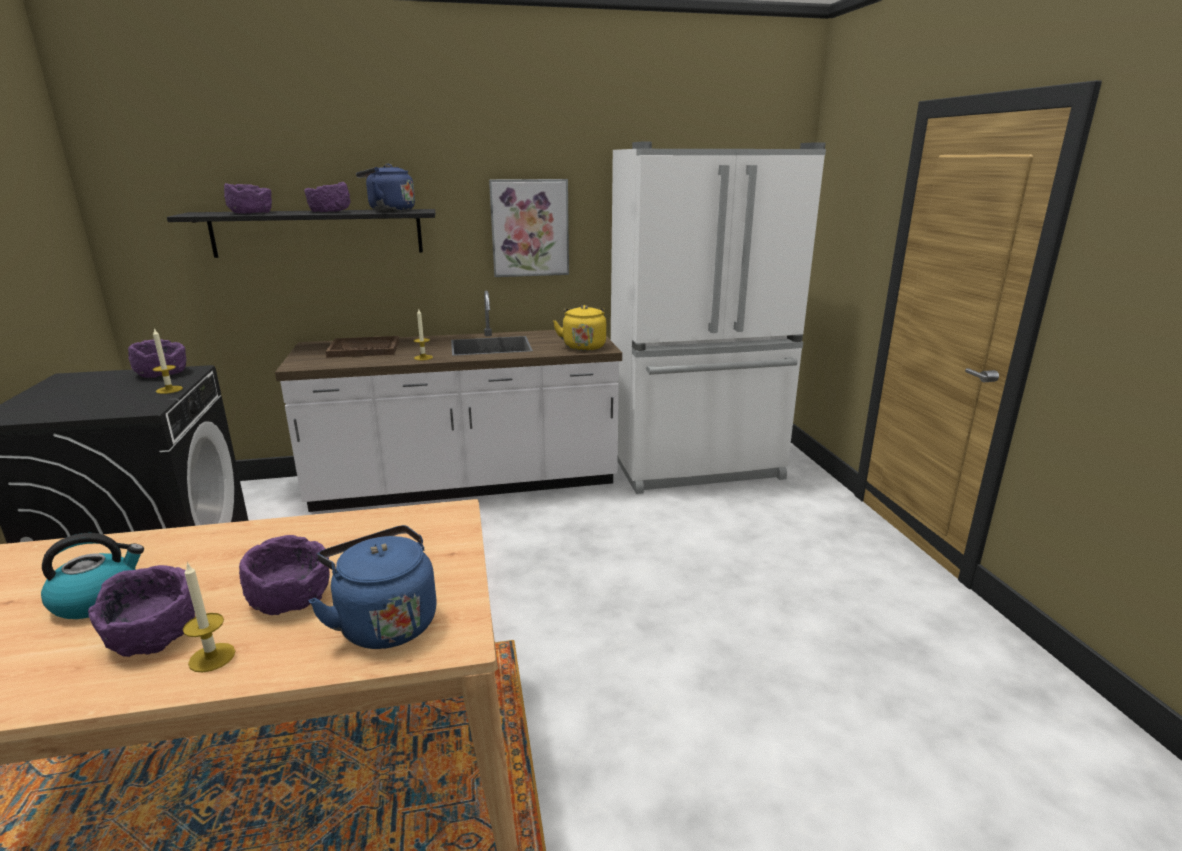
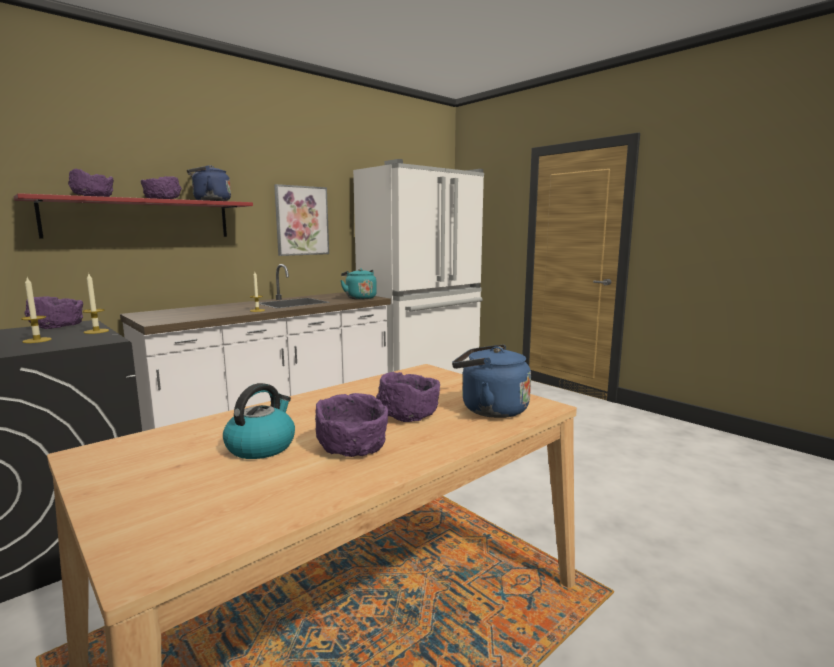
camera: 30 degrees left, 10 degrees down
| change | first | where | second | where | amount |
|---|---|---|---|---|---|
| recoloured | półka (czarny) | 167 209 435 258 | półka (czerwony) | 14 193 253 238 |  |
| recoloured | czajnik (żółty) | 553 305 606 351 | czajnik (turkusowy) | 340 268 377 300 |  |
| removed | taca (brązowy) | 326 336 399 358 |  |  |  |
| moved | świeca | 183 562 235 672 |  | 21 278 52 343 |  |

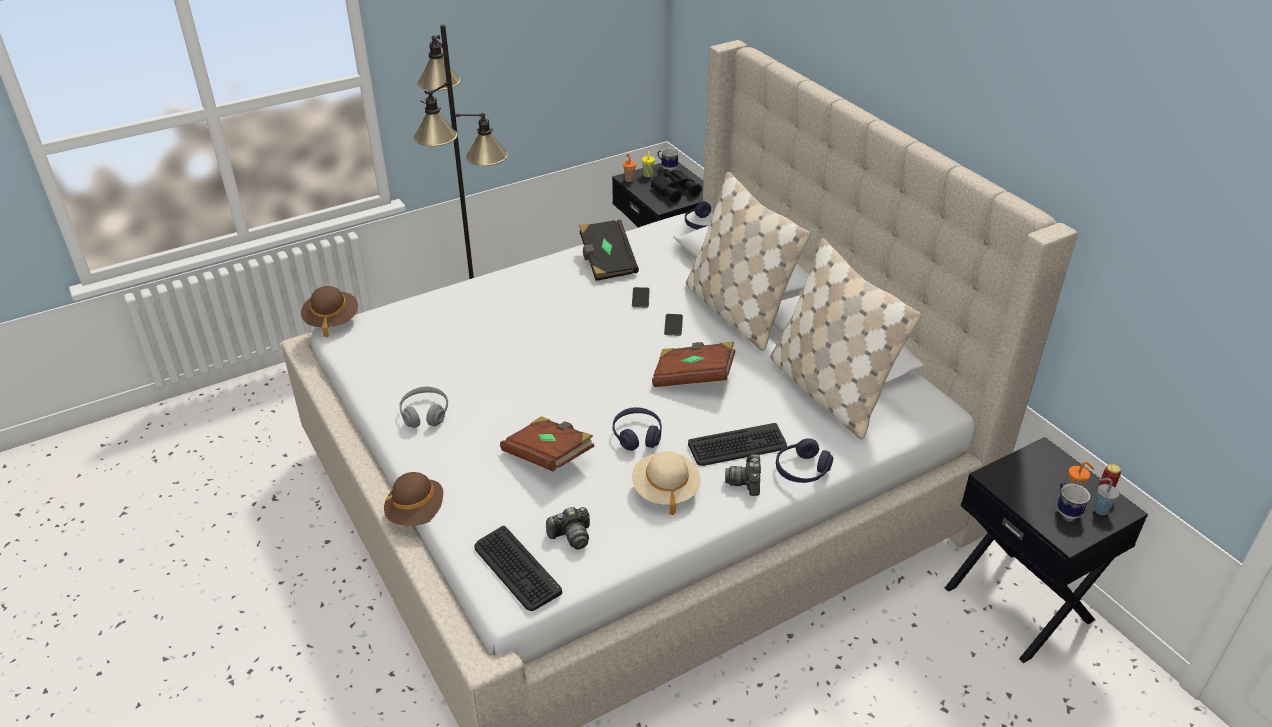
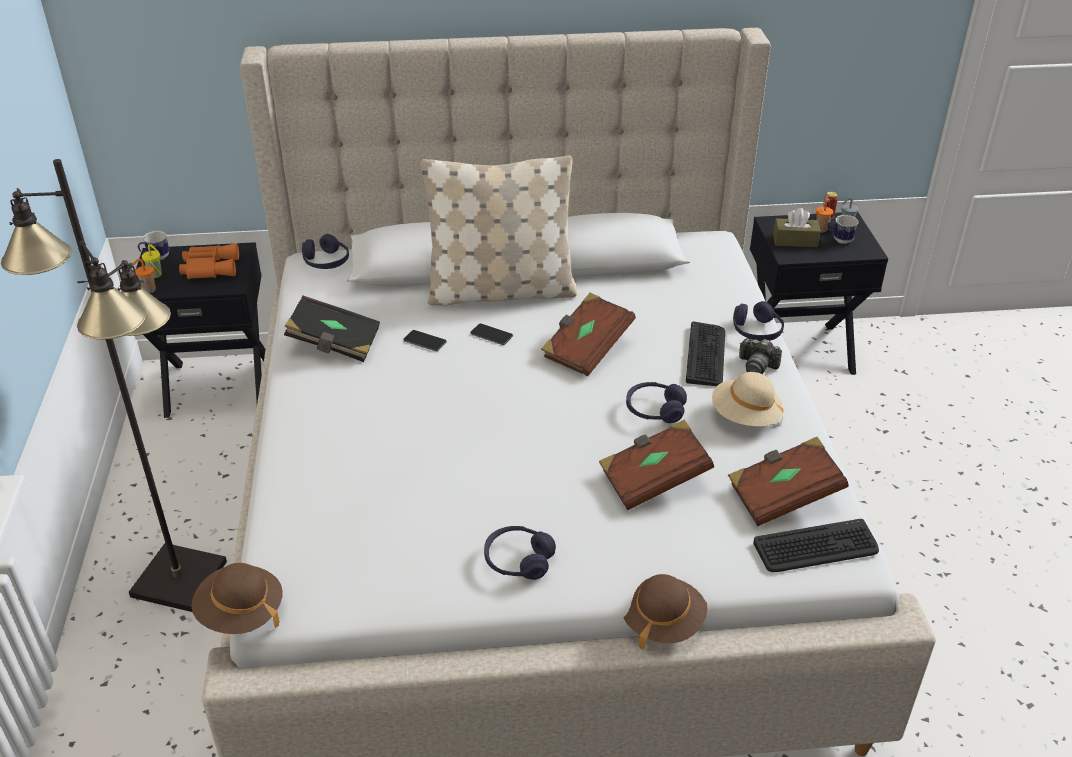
camera: 65 degrees left, 0 degrees up
| change | first | where | second | where | amount |
|---|---|---|---|---|---|
| recoloured | lornetka (czarny) | 651 169 702 203 | lornetka (pomarańczowy) | 179 243 239 279 |  |
| removed | poduszka (beżowy) | 770 239 921 440 |  |  |  |
| recoloured | słuchawki (szary) | 399 387 448 428 | słuchawki (fioletowy) | 484 526 556 580 |  |
| replaced | aparat fotograficzny | 546 507 590 550 | książka (brązowy) | 728 437 849 526 |  |
| added |  |  | pudełko chusteczek (brązowy) | 773 208 821 247 |  |

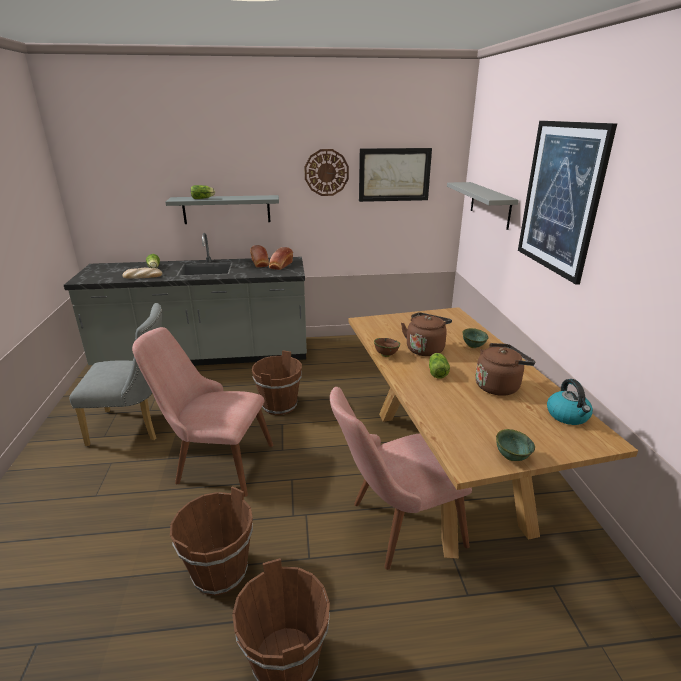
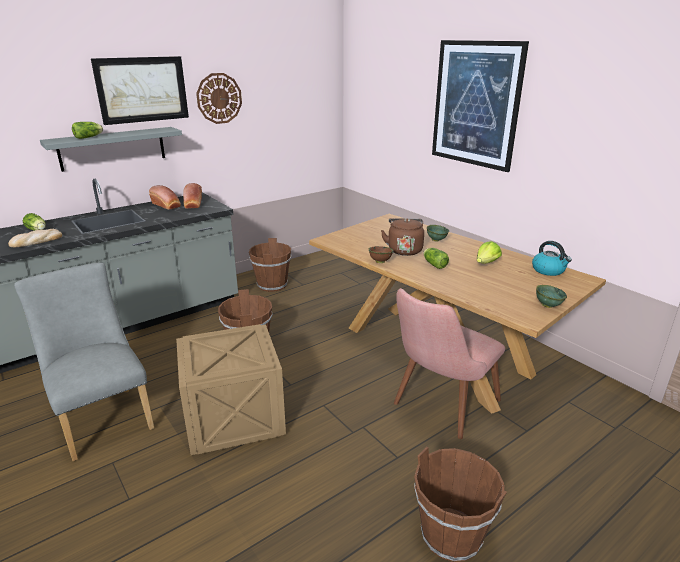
camera: 30 degrees left, 0 degrees up
| change | first | where | second | where | amount |
|---|---|---|---|---|---|
| moved | obraz | 359 148 432 202 |  | 91 56 189 125 |  |
| removed | półka (szary) | 447 182 519 230 |  |  |  |
| turned | krzesło (szary) | 69 303 162 446 |  | 14 263 154 461 | 90 degrees counterclockwise |
| replaced | krzesło (różowy) | 132 327 273 497 | skrzynka | 176 324 286 455 |  |
| replaced | czajnik (brązowy) | 475 343 535 396 | sałata | 477 241 502 264 |  |
| moved | wiadro (brązowy) | 170 486 253 595 |  | 249 238 292 292 |  |

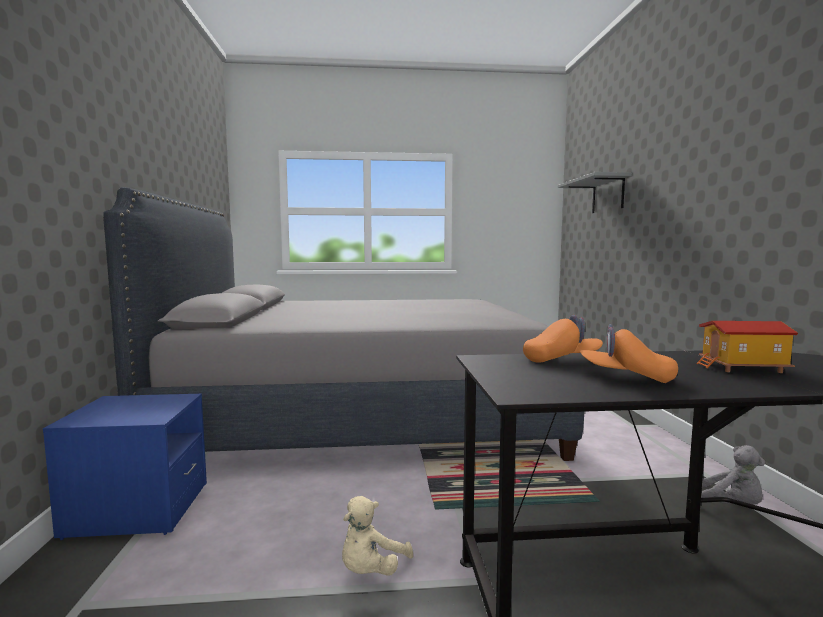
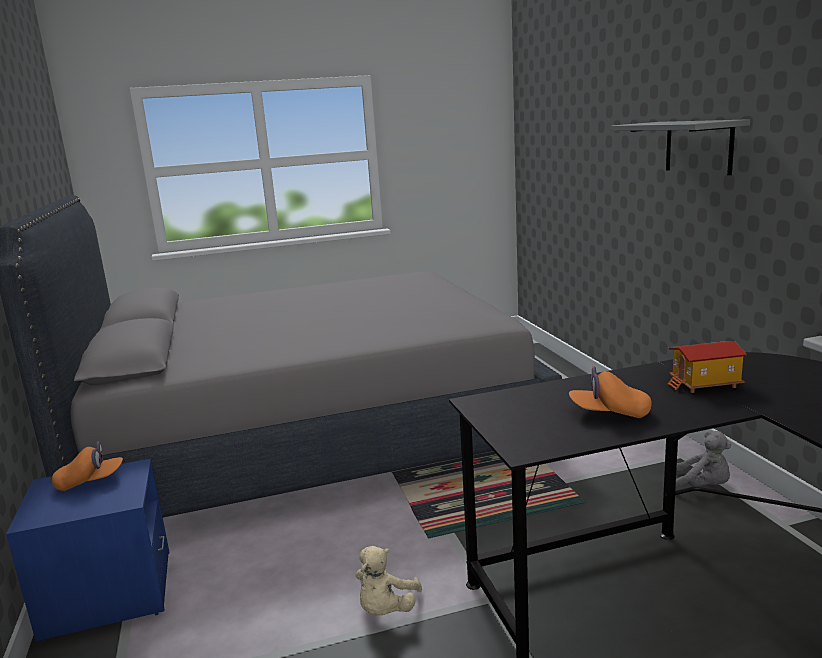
camera: 10 degrees left, 10 degrees up
| change | first | where | second | where | amount |
|---|---|---|---|---|---|
| moved | półka (szary) | 558 172 632 213 |  | 611 119 750 175 |  |
| moved | czapka z daszkiem (pomarańczowy) | 523 315 603 363 |  | 52 441 123 491 |  |

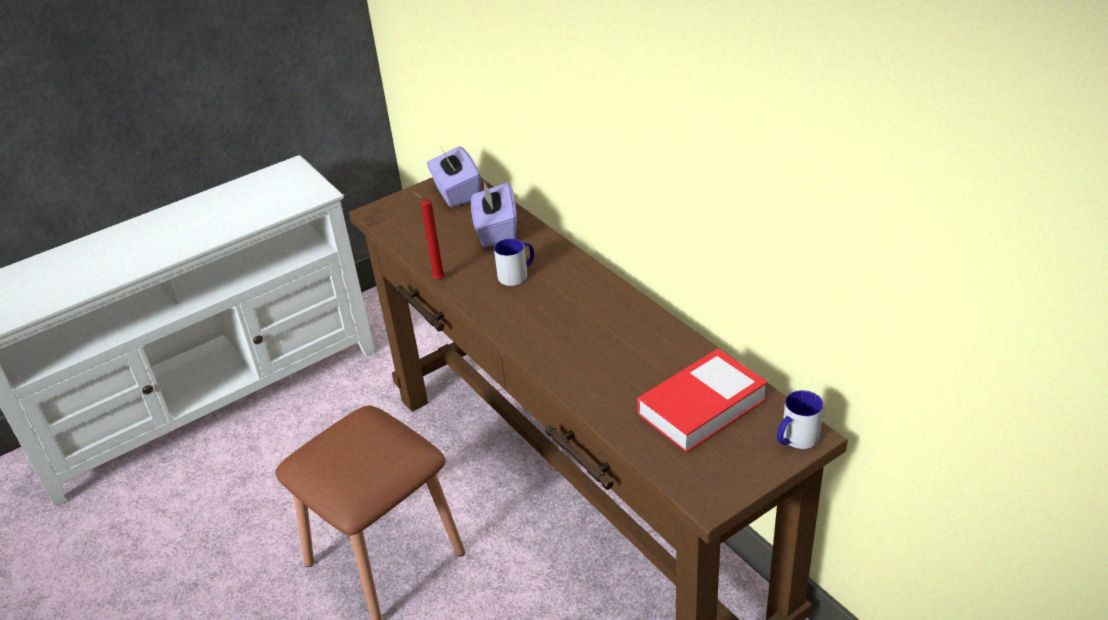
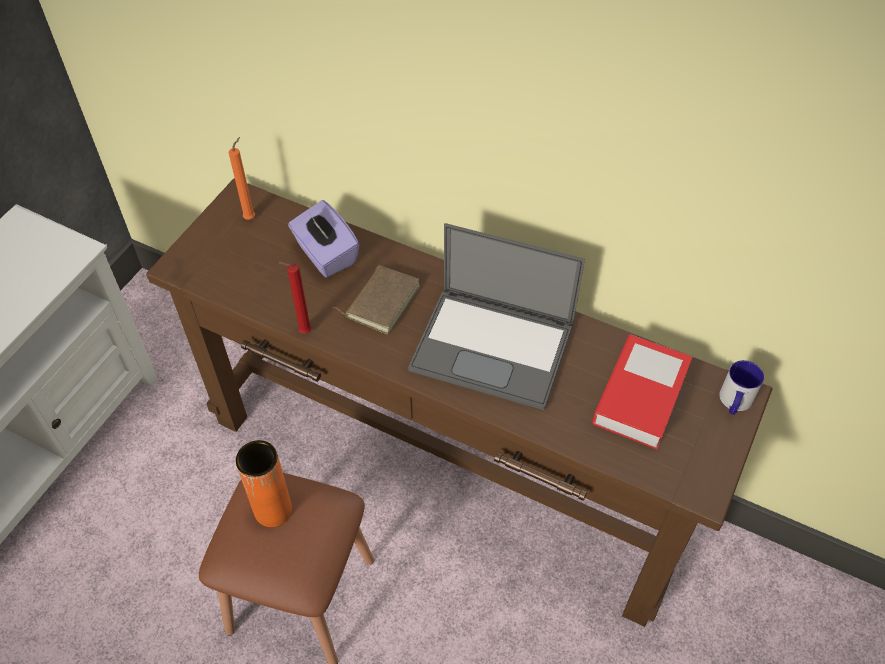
camera: 30 degrees left, 15 degrees up
| change | first | where | second | where | amount |
|---|---|---|---|---|---|
| replaced | pudełko chusteczek (fioletowy) | 427 146 481 207 | świeca (pomarańczowy) | 229 137 255 220 |  |
| replaced | kubek | 494 238 534 286 | książka (brązowy) | 332 265 420 334 |  |
| added |  |  | laptop | 408 223 585 410 |  |
| added |  |  | wazon (pomarańczowy) | 236 440 292 527 |  |

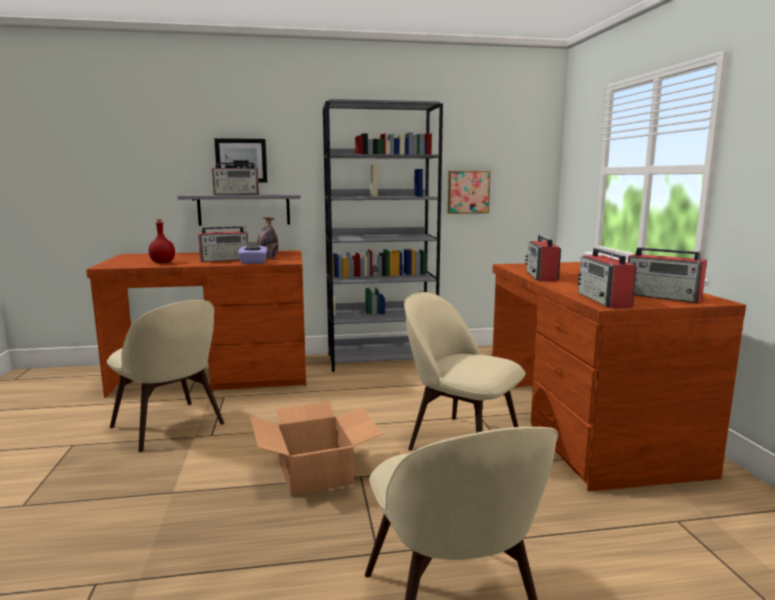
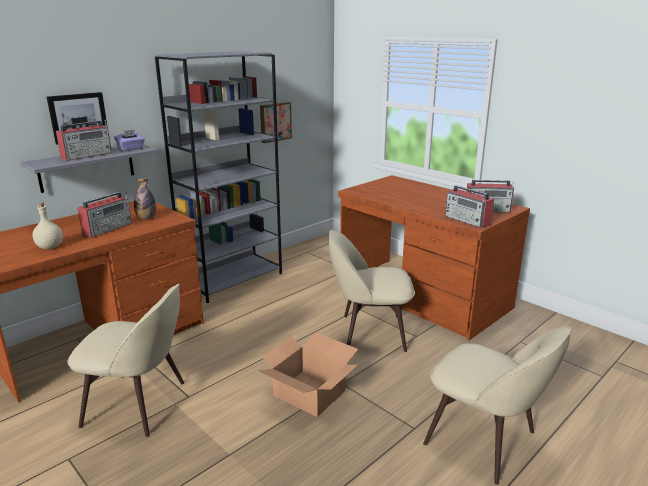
camera: 35 degrees left, 10 degrees up
| change | first | where | second | where | amount |
|---|---|---|---|---|---|
| recoloured | butelka (czerwony) | 148 219 175 263 | butelka (beżowy) | 33 202 63 249 |  |
| removed | radio | 525 235 561 282 |  |  |  |
| moved | pudełko chusteczek (fioletowy) | 238 242 268 264 |  | 114 130 145 151 |  |

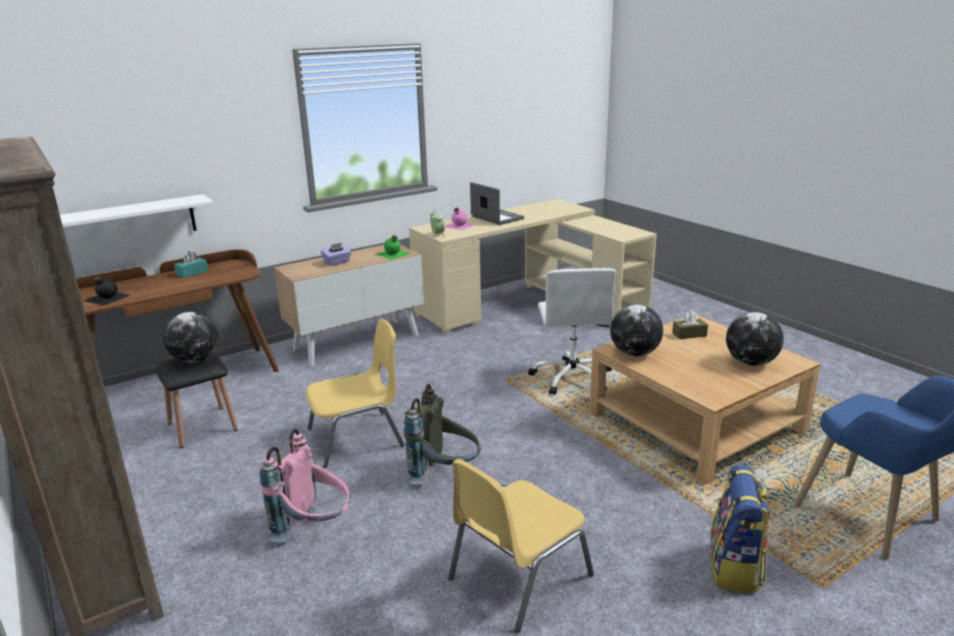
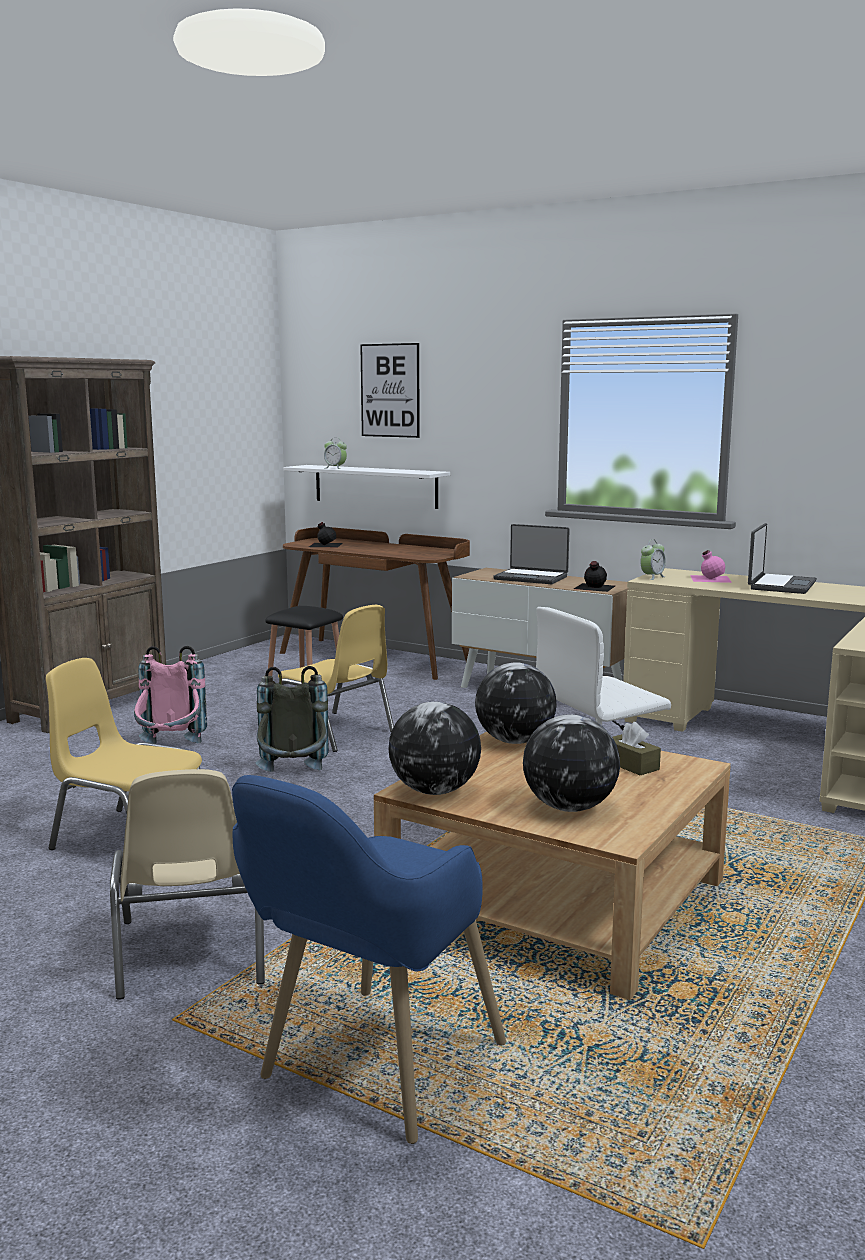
camera: 65 degrees right, 10 degrees down
| change | first | where | second | where | amount |
|---|---|---|---|---|---|
| recoloured | butelka (zielony) | 377 235 410 260 | butelka (czarny) | 574 561 615 592 |  |
| replaced | pudełko chusteczek (fioletowy) | 321 243 351 266 | laptop | 493 524 570 584 |  |
| removed | pudełko chusteczek (turkusowy) | 174 251 208 278 |  |  |  |
| moved | globus | 163 312 218 363 |  | 389 702 481 795 |  |
| replaced | plecak | 710 464 769 593 | krzesło (beżowy) | 110 769 265 1000 |  |
| added |  |  | obraz | 360 343 420 438 |  |
| added |  |  | budzik | 324 437 347 469 |  |

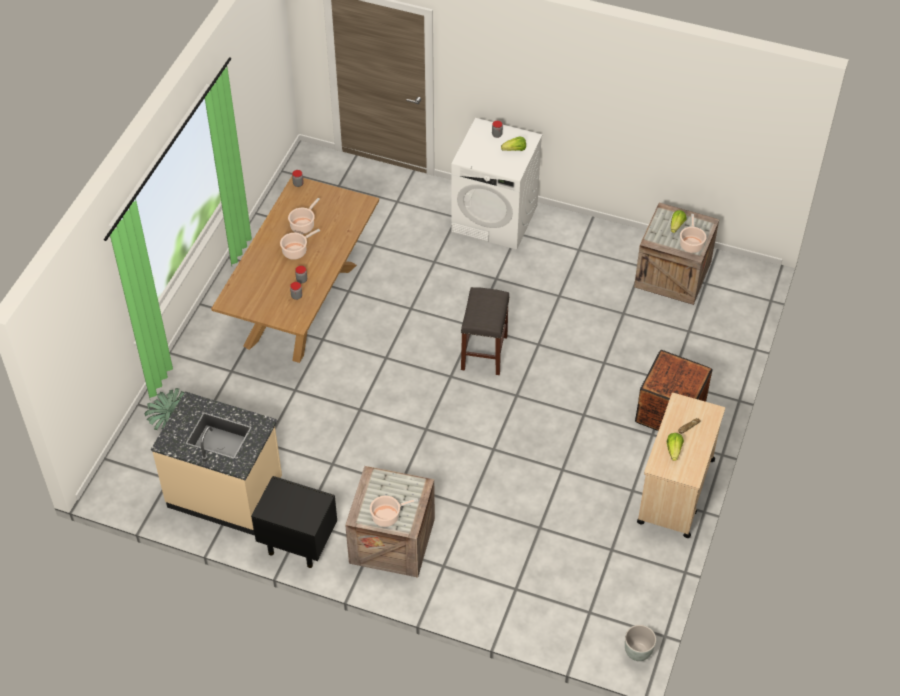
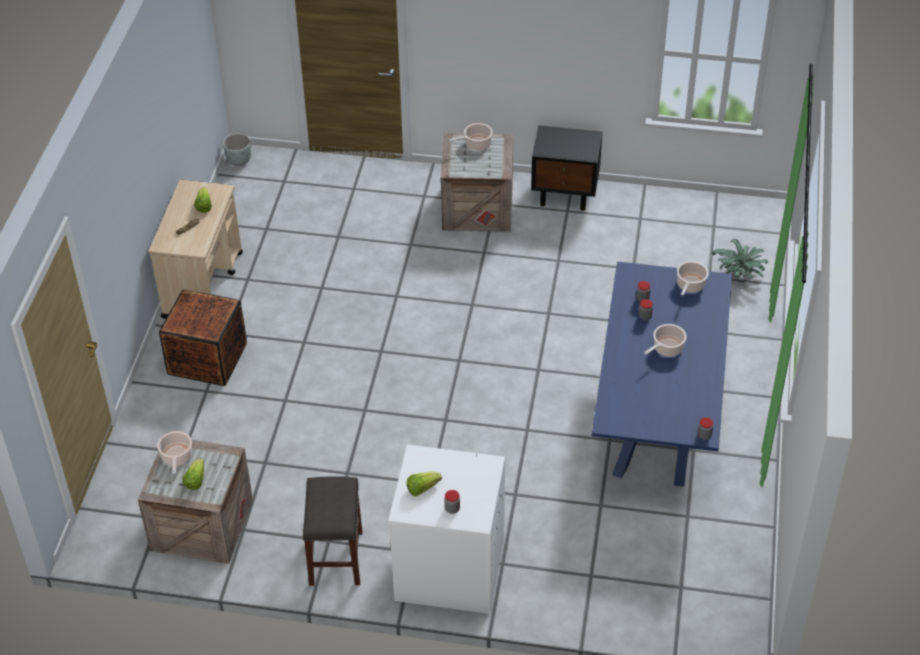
camera: 170 degrees right, 5 degrees down
| change | first | where | second | where | amount |
|---|---|---|---|---|---|
| recoloured | stół jadalny (brązowy) | 211 176 379 363 | stół jadalny (niebieski) | 592 262 732 487 |  |
| moved | garnek | 288 198 320 234 |  | 677 261 709 296 |  |
| moved | stołek (szary) | 461 287 510 375 |  | 303 476 362 586 |  |
| removed | zabudowa kuchenna (beżowy) | 151 392 282 536 |  |  |  |

